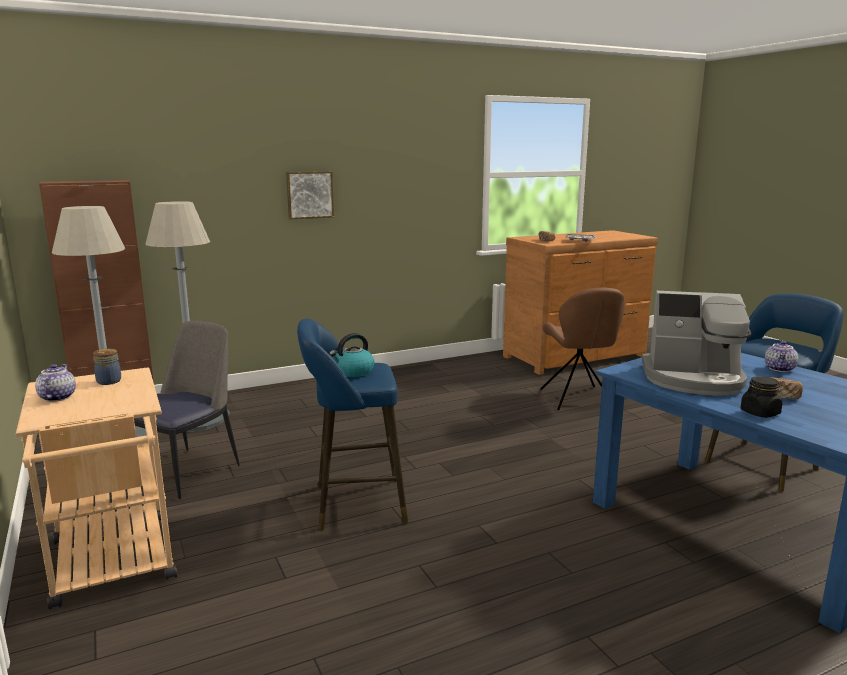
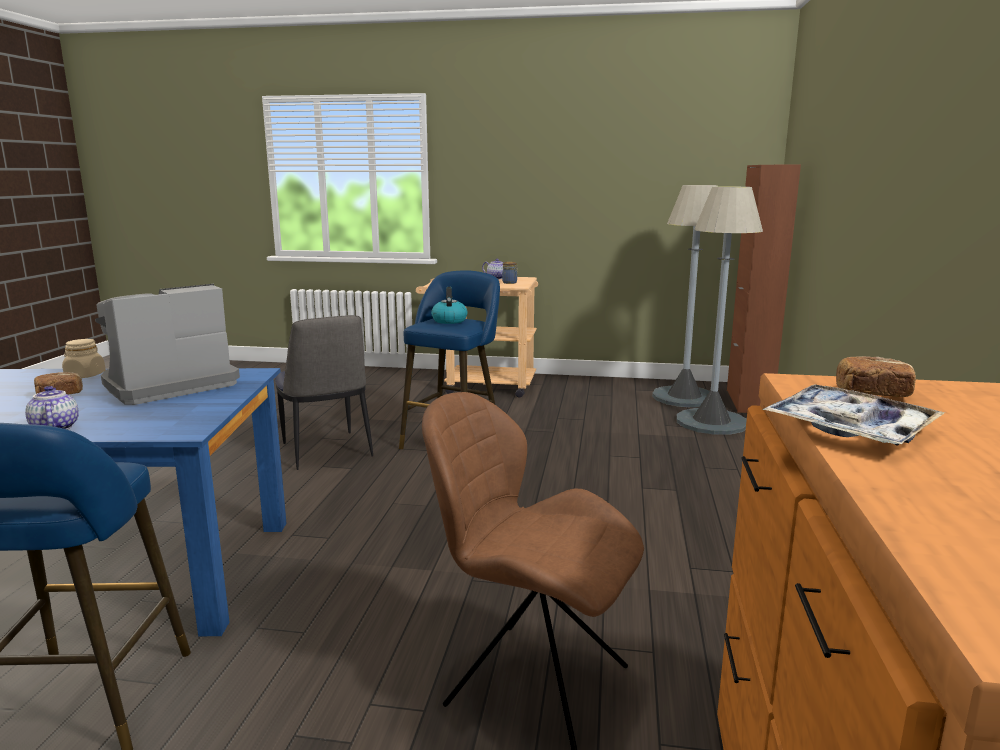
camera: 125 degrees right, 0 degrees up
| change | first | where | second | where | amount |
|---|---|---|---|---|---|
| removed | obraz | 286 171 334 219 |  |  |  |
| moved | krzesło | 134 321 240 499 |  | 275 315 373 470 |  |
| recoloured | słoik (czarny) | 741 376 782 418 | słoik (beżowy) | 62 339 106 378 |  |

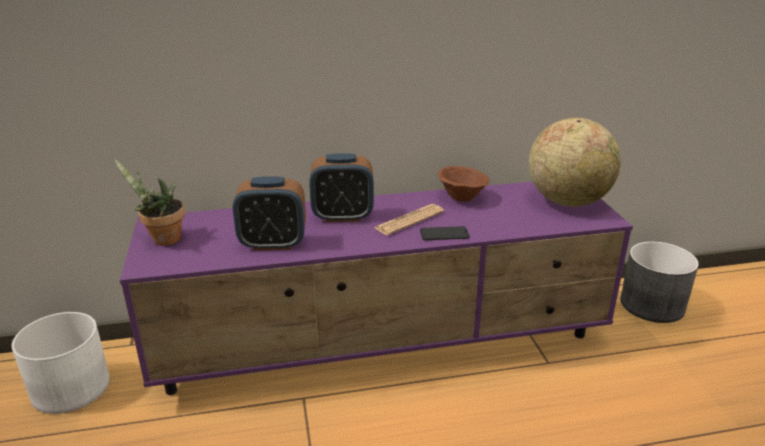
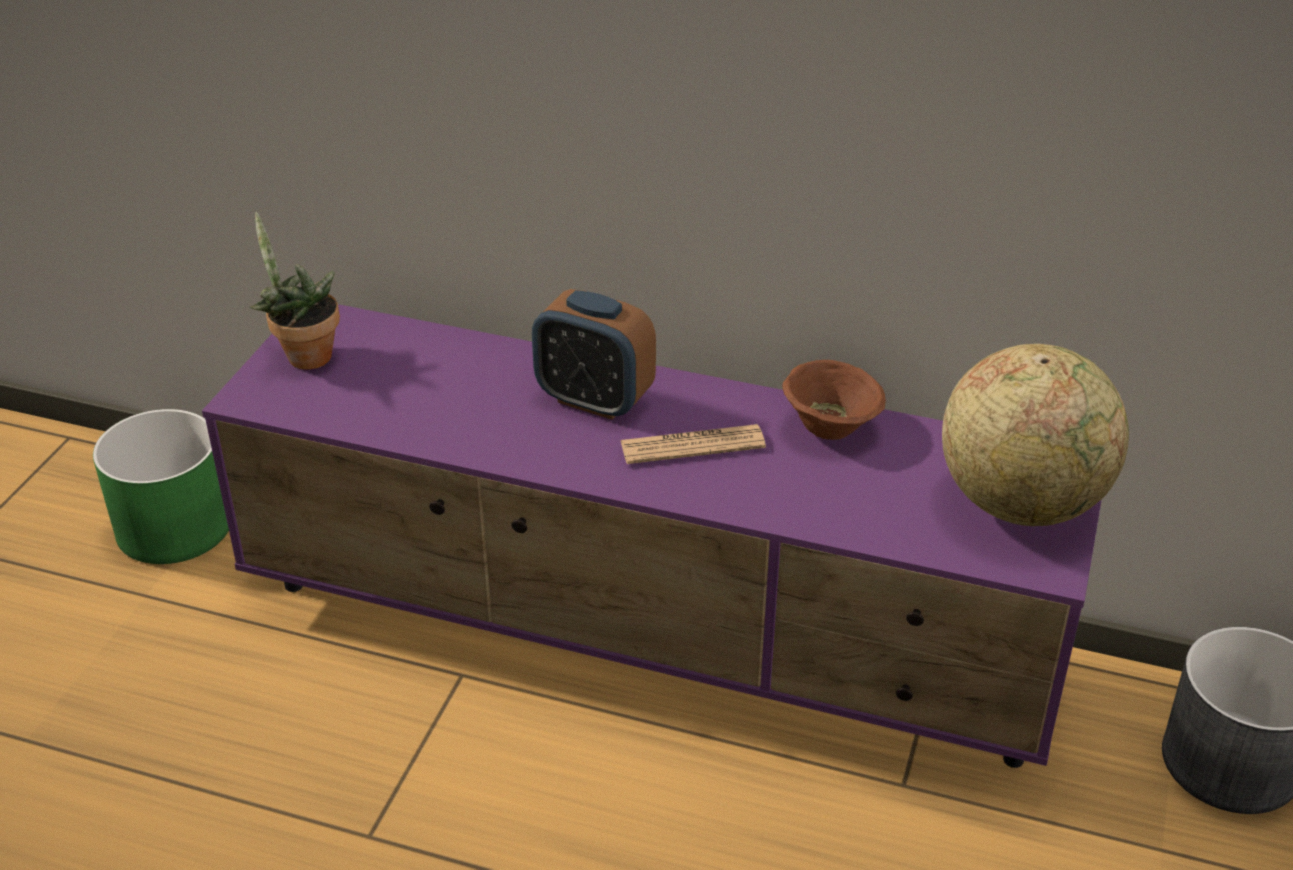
camera: 30 degrees right, 10 degrees up
| change | first | where | second | where | amount |
|---|---|---|---|---|---|
| removed | budzik | 233 176 306 251 |  |  |  |
| removed | telefon | 420 226 469 240 |  |  |  |
| recoloured | donica (biały) | 11 312 110 414 | donica (zielony) | 93 409 229 564 |  |

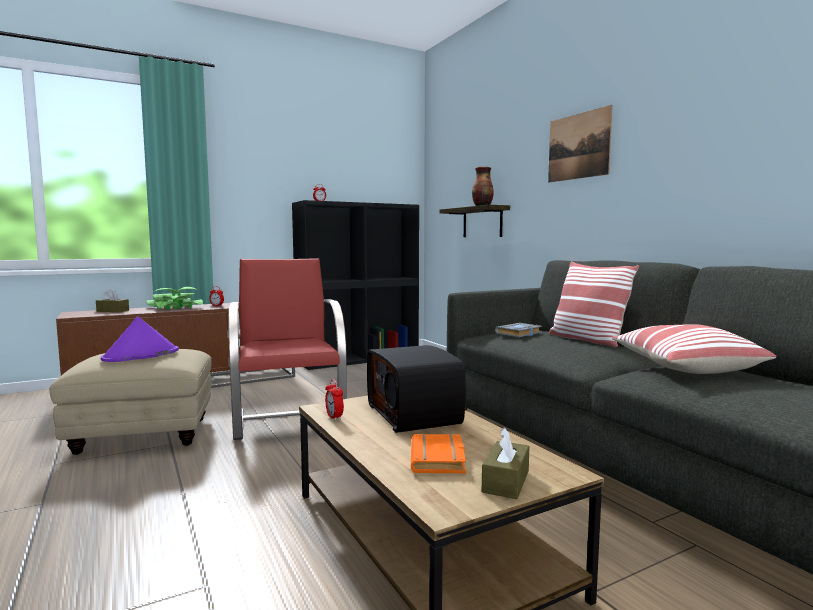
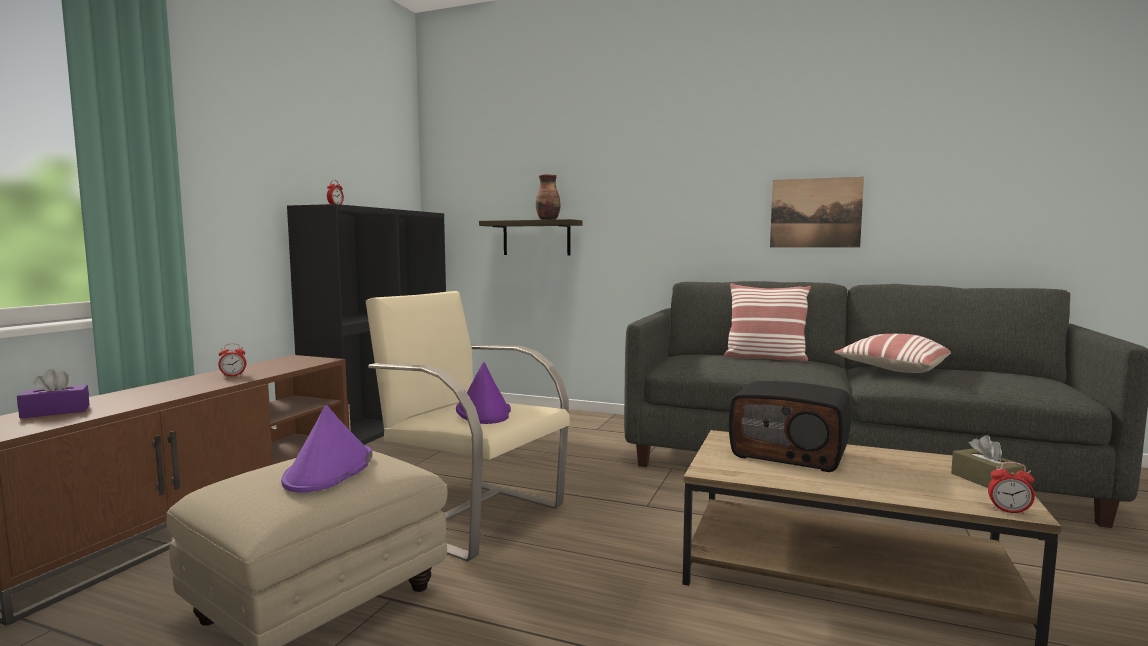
camera: 40 degrees left, 0 degrees up
| change | first | where | second | where | amount |
|---|---|---|---|---|---|
| moved | obraz | 548 105 612 183 |  | 770 177 864 248 |  |
| recoloured | fotel (czerwony) | 229 258 347 440 | fotel (beżowy) | 366 291 570 562 |  |
| removed | roślina doniczkowa | 146 287 203 309 |  |  |  |
| recoloured | pudełko chusteczek (brązowy) | 96 289 129 312 | pudełko chusteczek (fioletowy) | 17 369 90 418 |  |
| removed | książka (szary) | 495 323 542 337 |  |  |  |
| moved | budzik | 325 379 344 421 |  | 988 462 1035 515 |  |
| removed | książka (pomarańczowy) | 411 434 466 473 |  |  |  |
| added |  |  | kapelusz (fioletowy) | 456 362 511 424 |  |

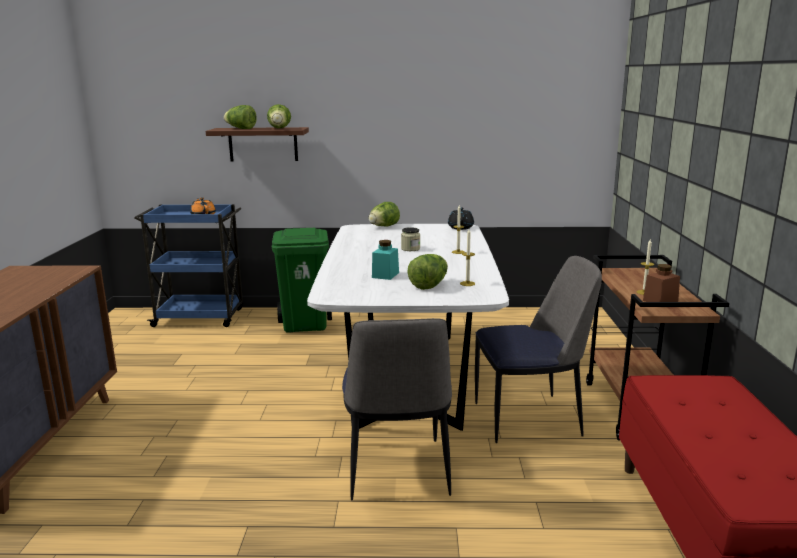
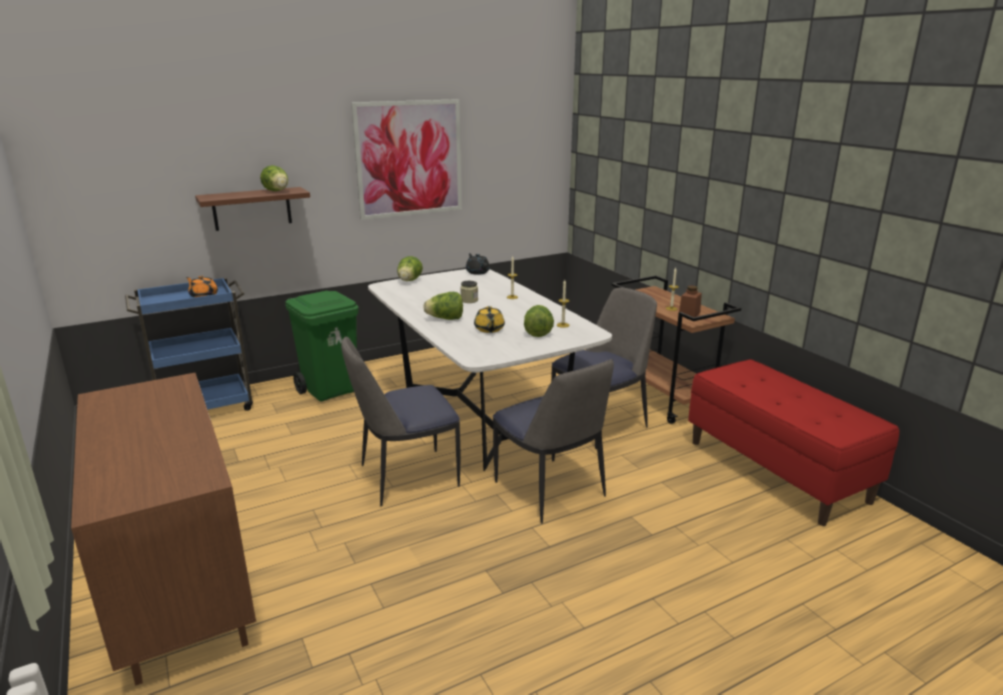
camera: 30 degrees left, 5 degrees up
| change | first | where | second | where | amount |
|---|---|---|---|---|---|
| moved | sałata | 224 105 257 129 |  | 423 292 463 320 |  |
| replaced | słoik (turkusowy) | 372 240 399 280 | imbryk (żółty) | 474 306 505 333 |  |
| added |  |  | obraz | 351 99 462 220 |  |
| added |  |  | krzesło | 341 336 461 506 |  |

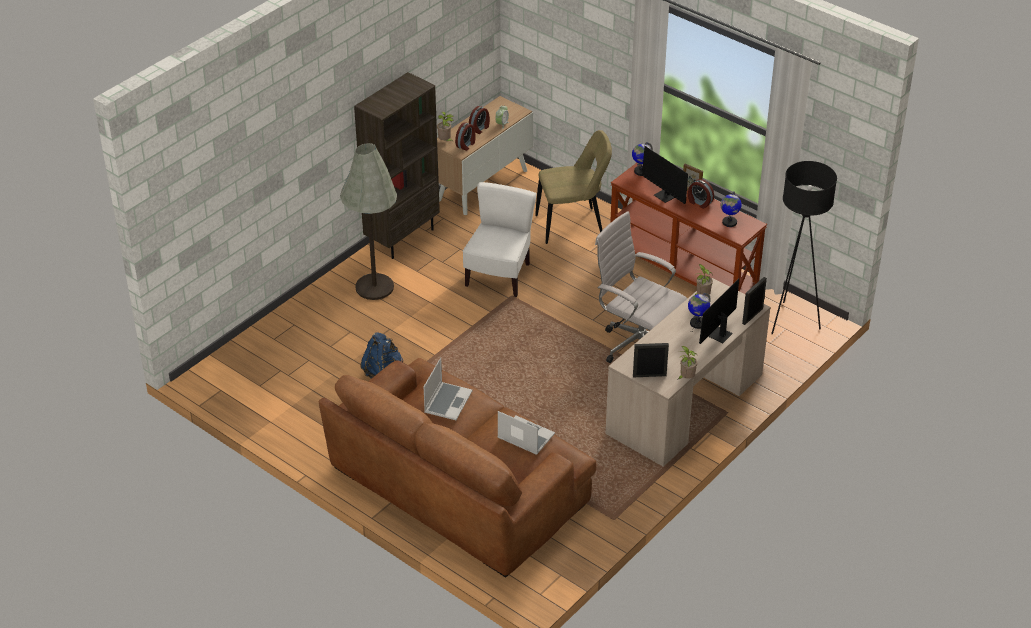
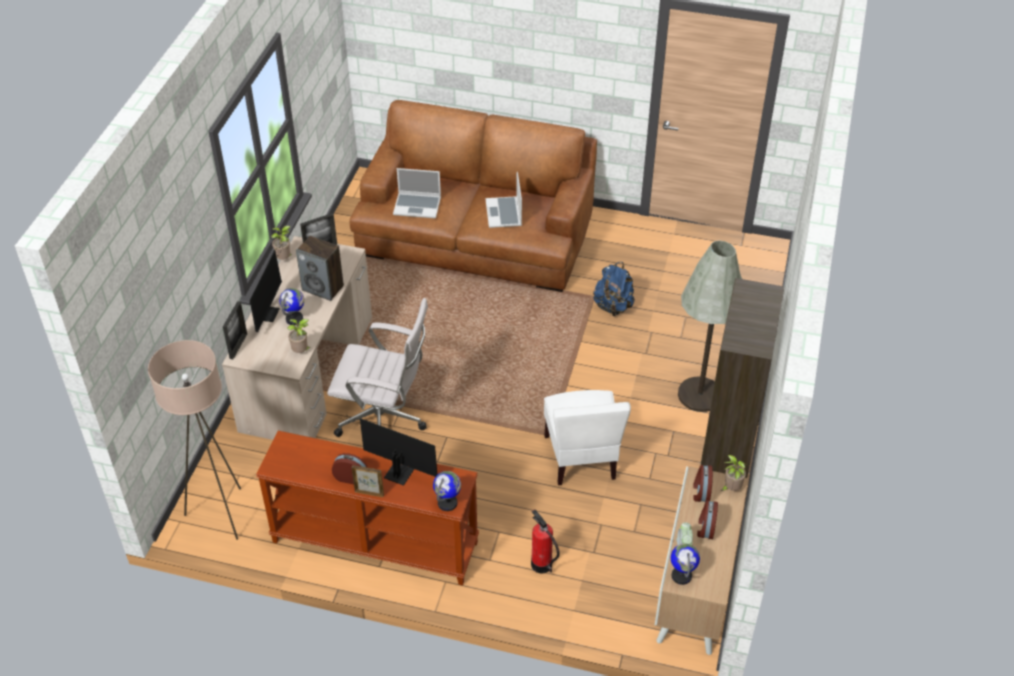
camera: 155 degrees right, 5 degrees up
| change | first | where | second | where | amount |
|---|---|---|---|---|---|
| replaced | krzesło (beżowy) | 535 130 612 244 | gaśnica | 531 510 559 574 |  |
| recoloured | lampa stojąca (czarny) | 771 161 837 334 | lampa stojąca (beżowy) | 148 340 241 540 |  |
| moved | globus | 721 192 742 227 |  | 671 543 700 585 |  |
| added |  |  | głośnik | 296 236 344 301 |  |

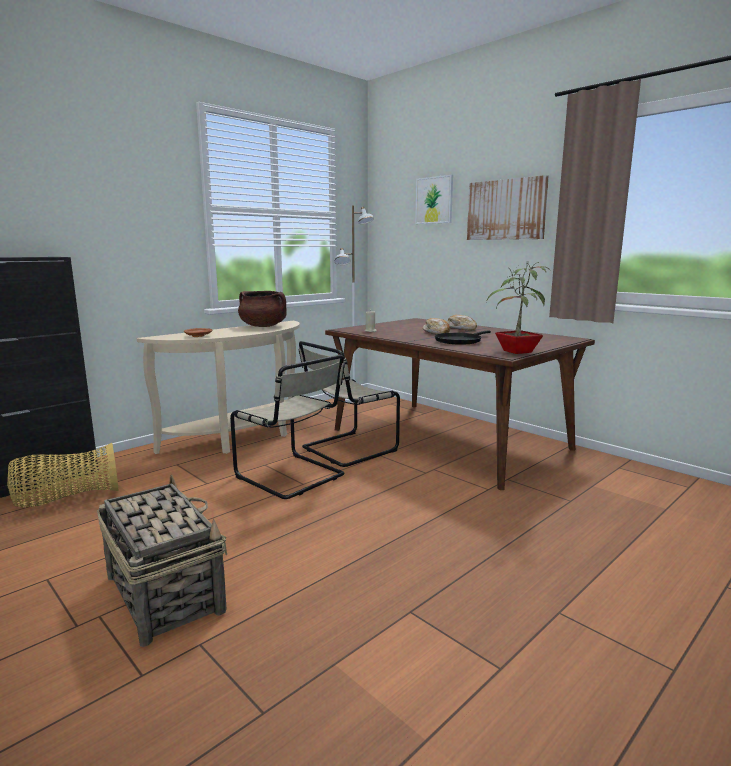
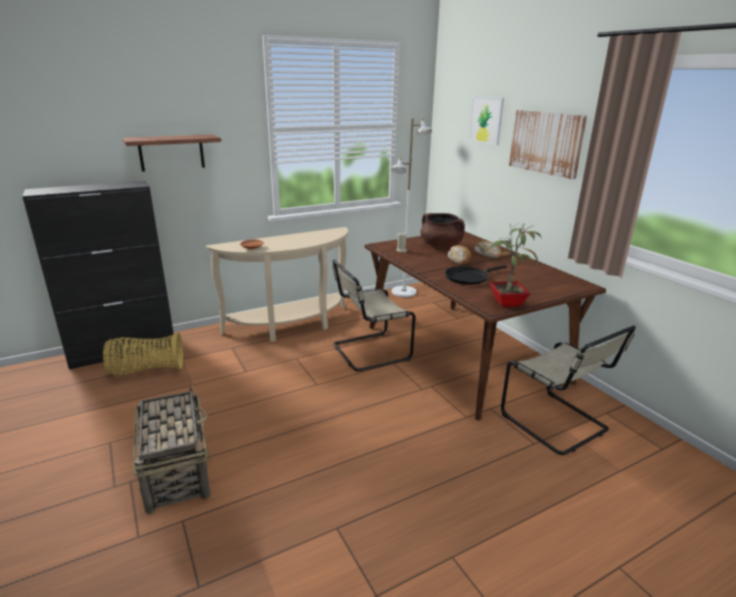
camera: 15 degrees right, 10 degrees up
| change | first | where | second | where | amount |
|---|---|---|---|---|---|
| moved | garnek (brązowy) | 238 291 287 327 |  | 420 213 465 248 |  |
| moved | krzesło (beżowy) | 230 355 345 499 |  | 501 326 636 455 |  |
| added |  |  | półka | 123 134 221 172 |  |

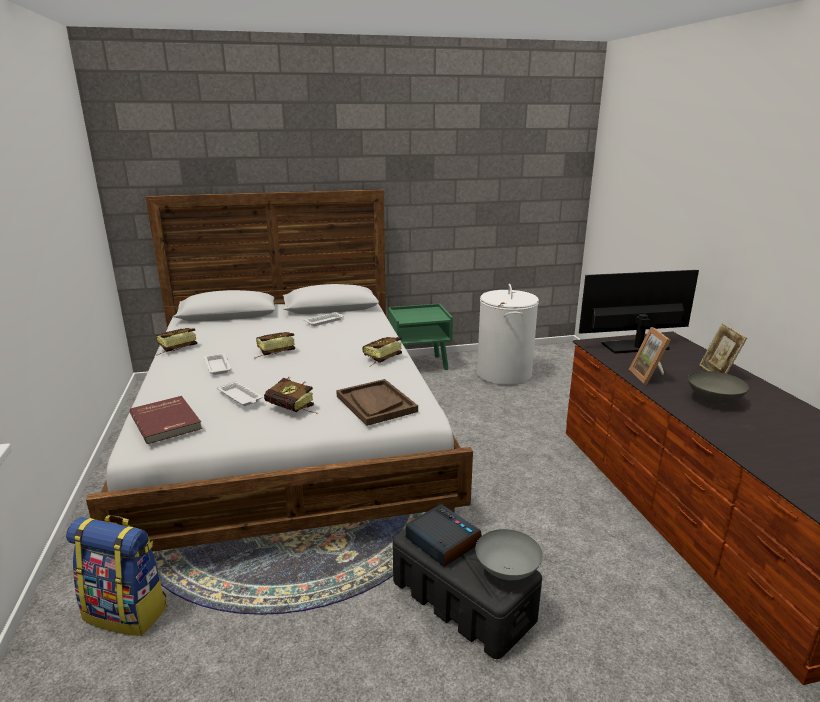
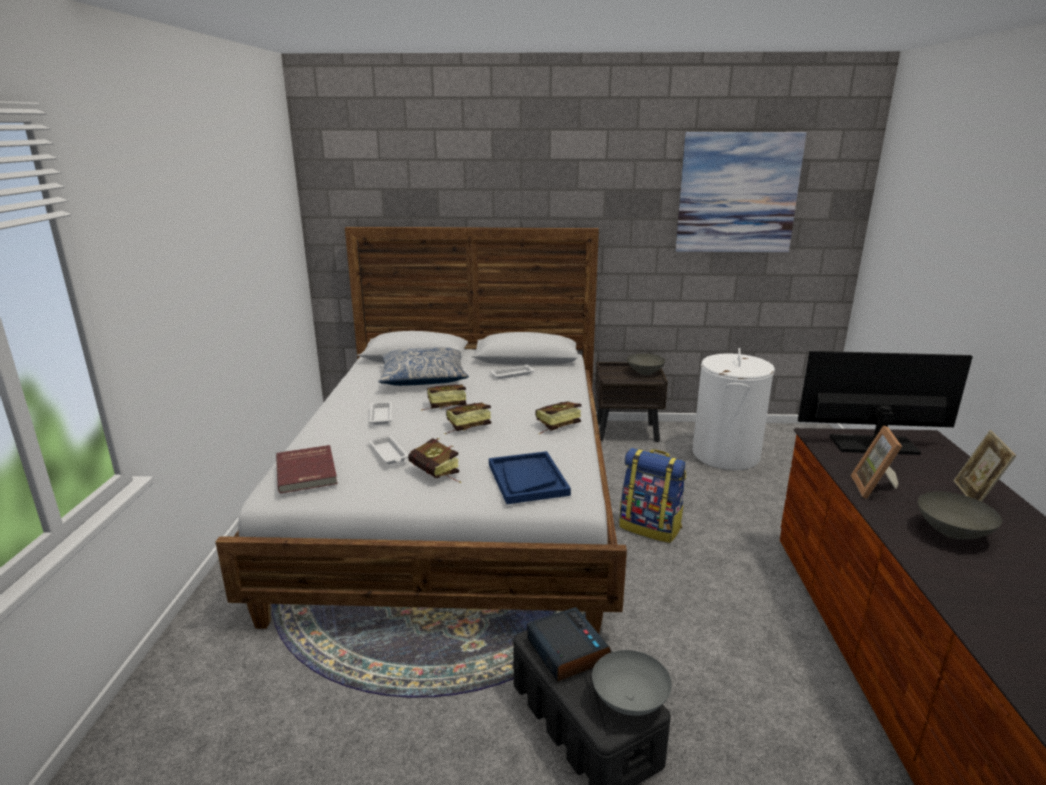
camera: 15 degrees right, 0 degrees up
| change | first | where | second | where | amount |
|---|---|---|---|---|---|
| recoloured | szafka nocna (zielony) | 388 303 453 370 | szafka nocna (brązowy) | 595 362 668 442 |  |
| moved | książka | 156 328 197 356 |  | 445 403 491 434 |  |
| recoloured | taca (brązowy) | 336 379 418 426 | taca (niebieski) | 489 451 571 504 |  |
| moved | plecak | 66 515 167 636 |  | 619 448 686 543 |  |
| added |  |  | obraz | 676 132 806 252 |  |
| added |  |  | poduszka | 378 347 469 386 |  |
| added |  |  | miska (szary) | 627 353 665 375 |  |

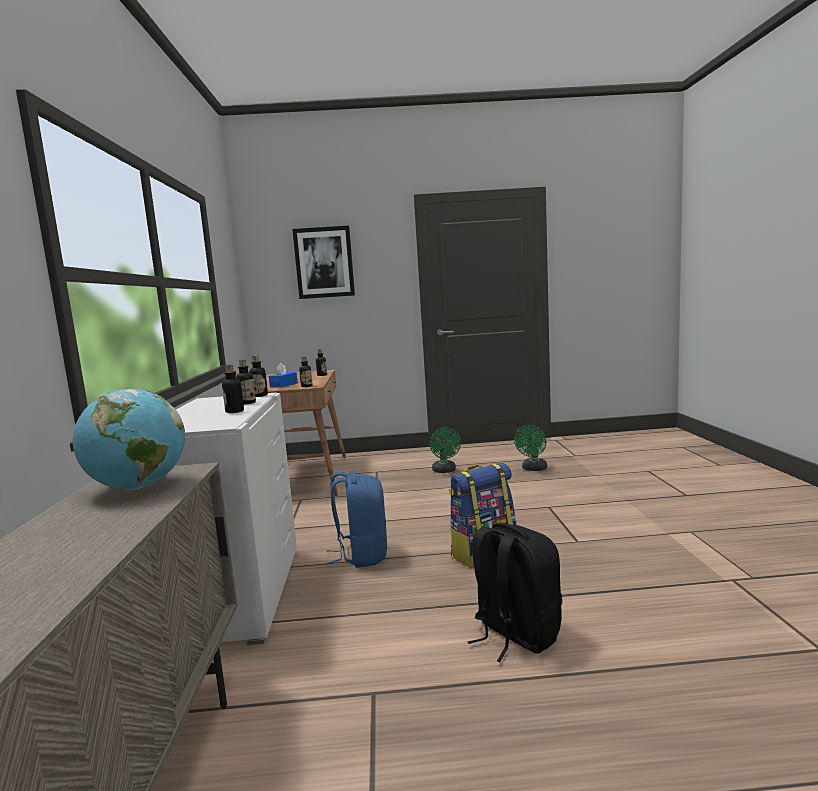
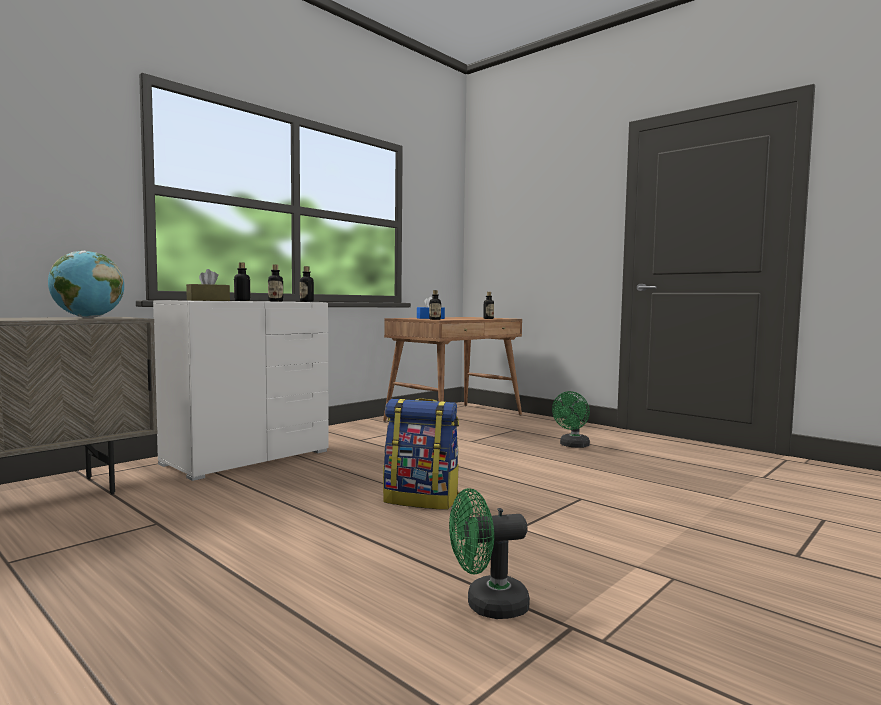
camera: 45 degrees right, 5 degrees down
| change | first | where | second | where | amount |
|---|---|---|---|---|---|
| removed | obraz | 292 226 355 299 |  |  |  |
| moved | wentylator (zielony) | 514 425 547 471 |  | 449 488 530 619 |  |
| removed | plecak (niebieski) | 326 471 387 568 |  |  |  |
| removed | plecak (czarny) | 468 523 562 662 |  |  |  |
| added |  |  | pudełko chusteczek (brązowy) | 186 269 230 301 |  |

